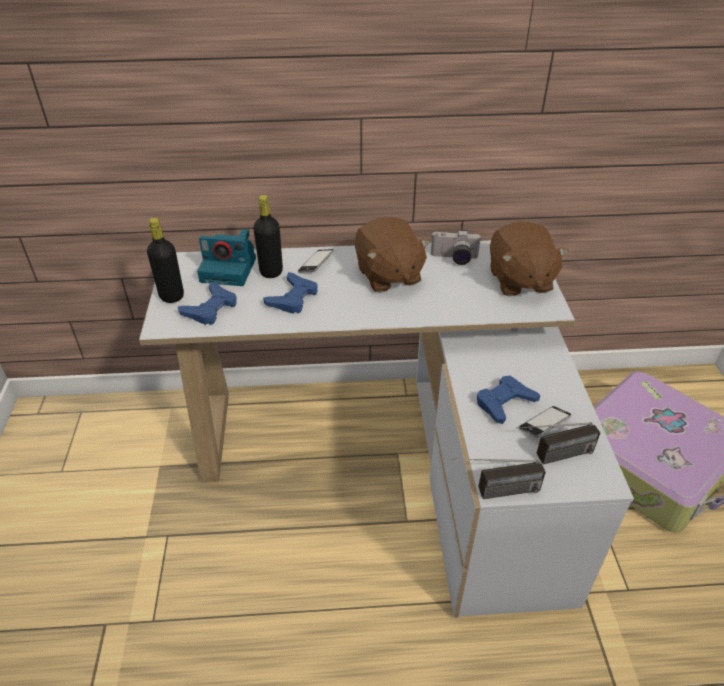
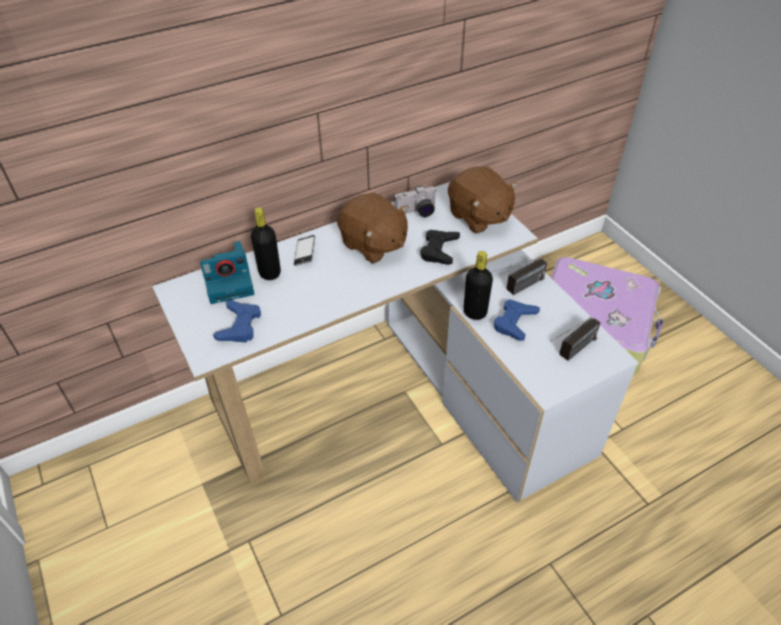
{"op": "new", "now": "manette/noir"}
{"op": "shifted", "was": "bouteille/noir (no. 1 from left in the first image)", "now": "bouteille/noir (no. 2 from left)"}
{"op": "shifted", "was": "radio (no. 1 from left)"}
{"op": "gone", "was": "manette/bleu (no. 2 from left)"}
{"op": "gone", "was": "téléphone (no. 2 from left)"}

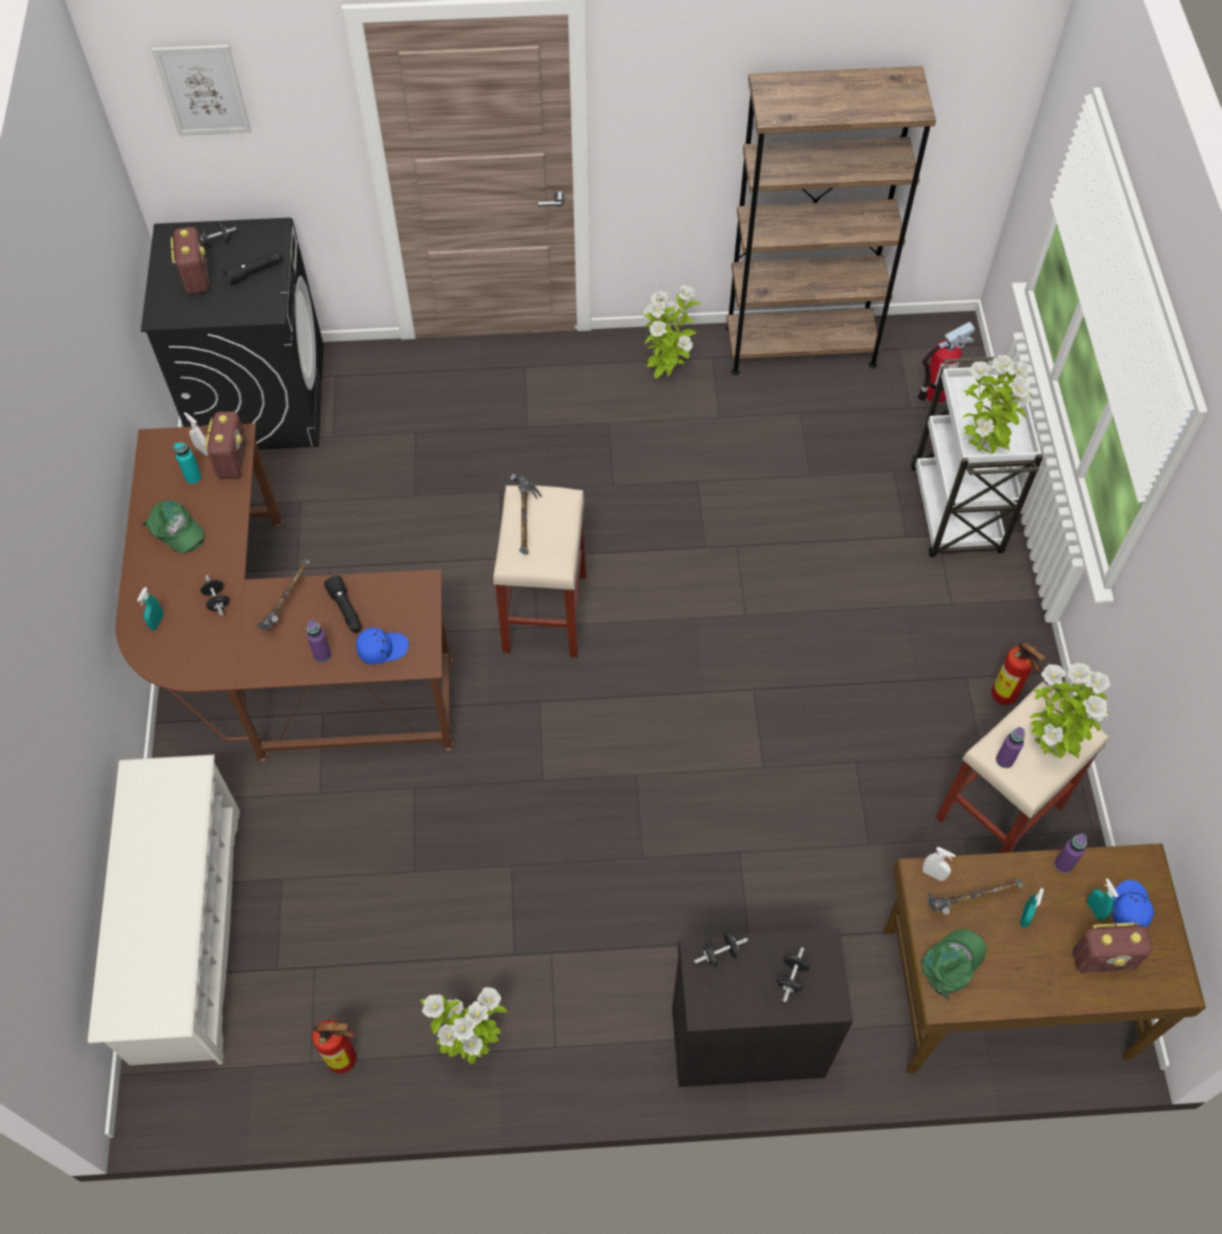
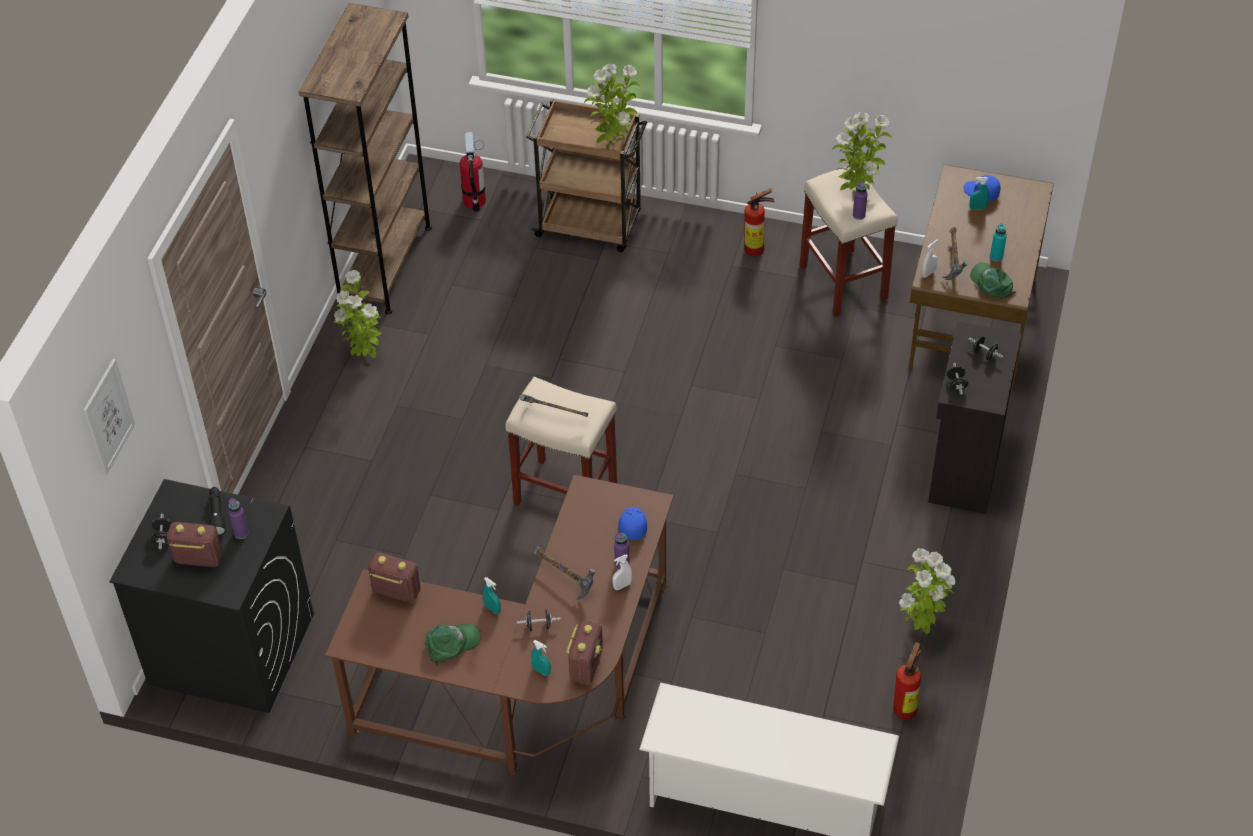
{"op": "shifted", "was": "bouteille/violet (no. 3 from left in the first image)", "now": "bouteille/violet (no. 1 from left)"}
{"op": "shifted", "was": "vaporisateur/turquoise (no. 2 from left in the first image)", "now": "vaporisateur/turquoise (no. 1 from left)"}
{"op": "repainted", "was": "chariot/blanc", "now": "chariot/marron"}
{"op": "shifted", "was": "radio (no. 3 from left)"}
{"op": "shifted", "was": "vaporisateur/blanc (no. 1 from left)"}
{"op": "shifted", "was": "bouteille/turquoise"}
{"op": "gone", "was": "lampe de poche/noir (no. 2 from left)"}

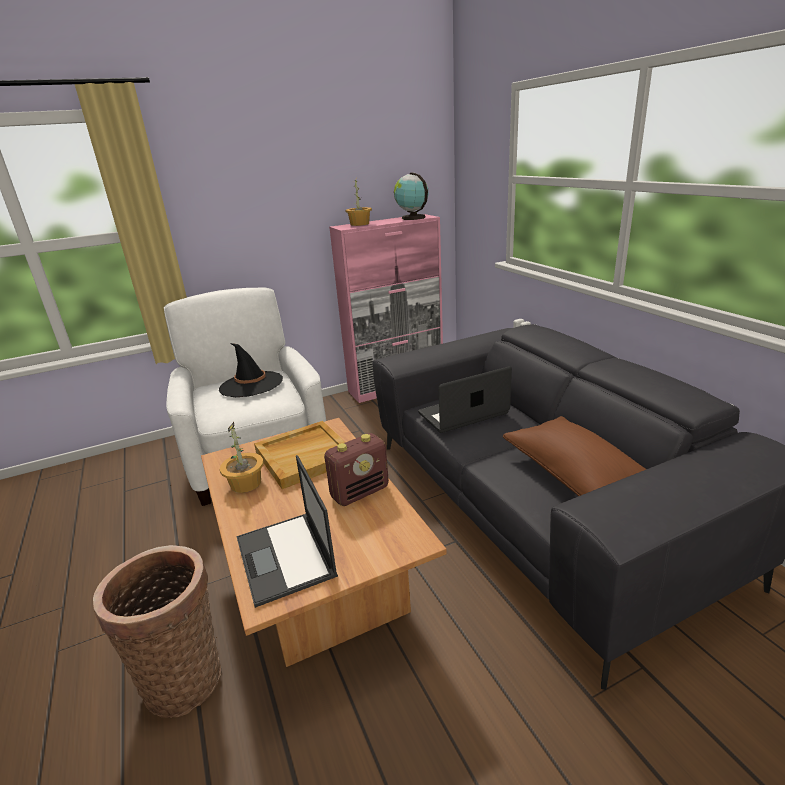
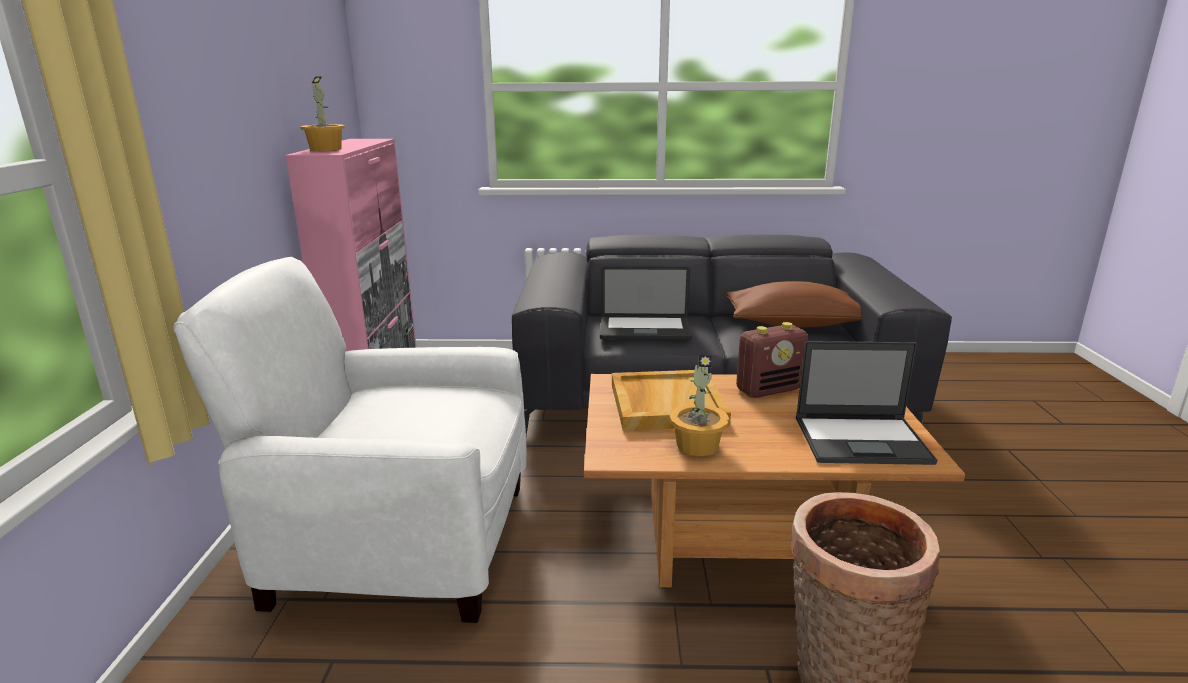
{"op": "rotated", "was": "ordinateur portable (no. 2 from left in the first image)", "clockwise": -90}
{"op": "rotated", "was": "radio", "clockwise": 75}
{"op": "gone", "was": "chapeau/noir"}
{"op": "gone", "was": "globe"}

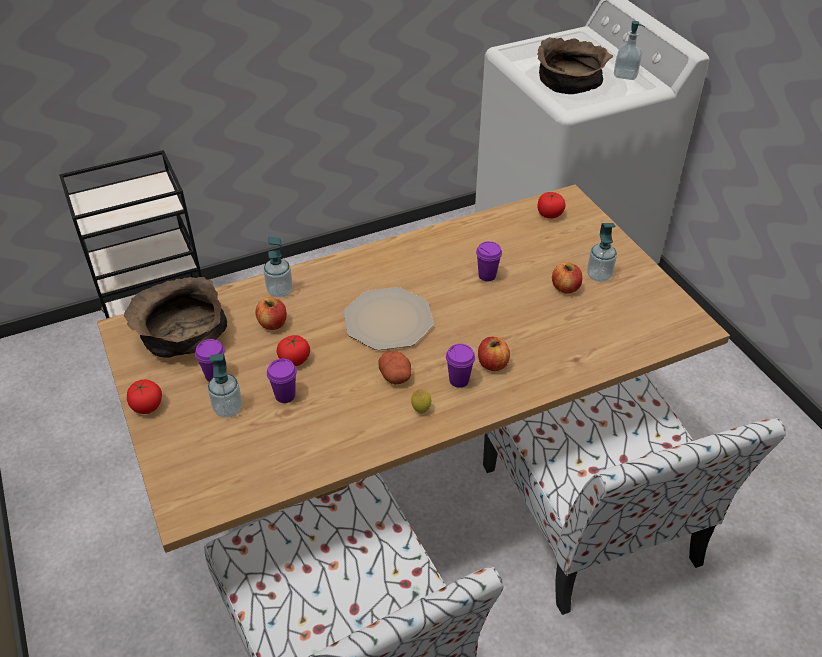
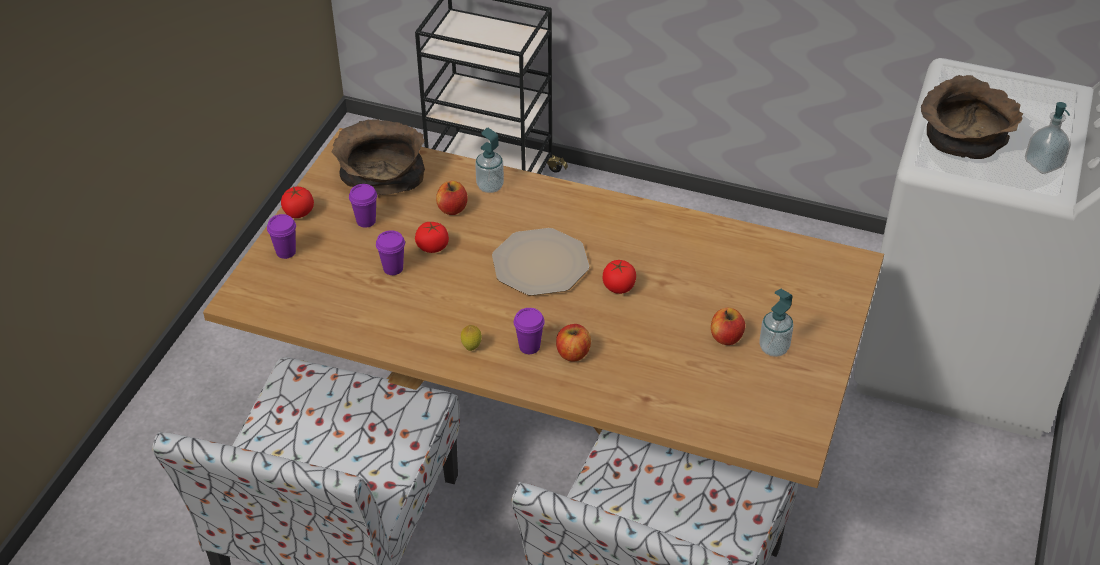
{"op": "shifted", "was": "tasse/violet (no. 4 from left in the first image)", "now": "tasse/violet (no. 1 from left)"}
{"op": "shifted", "was": "tomate (no. 3 from left)"}
{"op": "gone", "was": "distributeur de savon (no. 1 from left)"}
{"op": "gone", "was": "pomme de terre"}

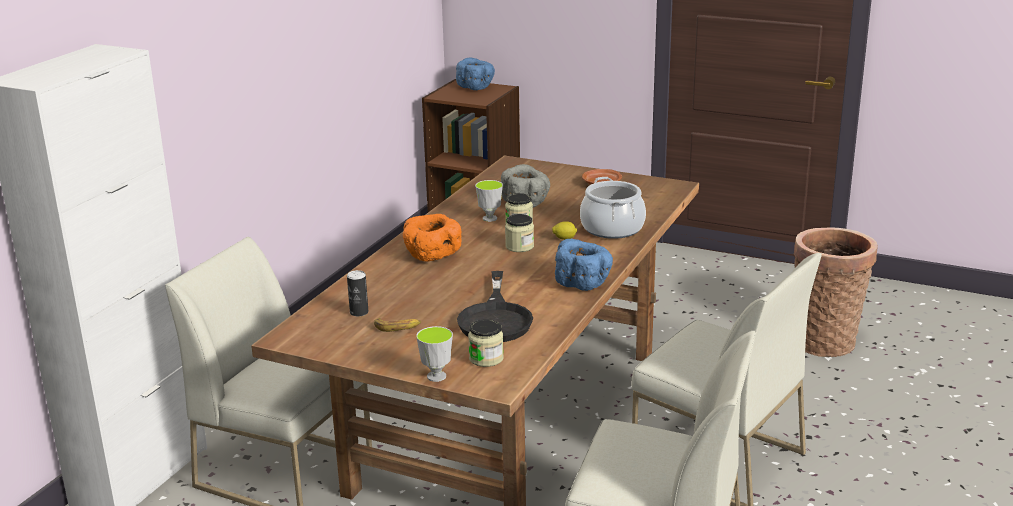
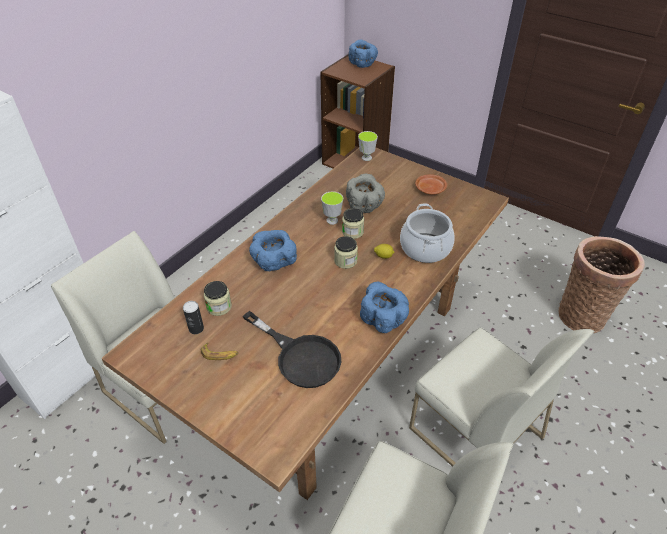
{"op": "shifted", "was": "bocal (no. 1 from left)"}
{"op": "rotated", "was": "poêle/noir", "clockwise": -60}
{"op": "repainted", "was": "bol/orange", "now": "bol/bleu (no. 1 from left)"}
{"op": "shifted", "was": "tasse (no. 1 from left in the first image)", "now": "tasse (no. 2 from left)"}

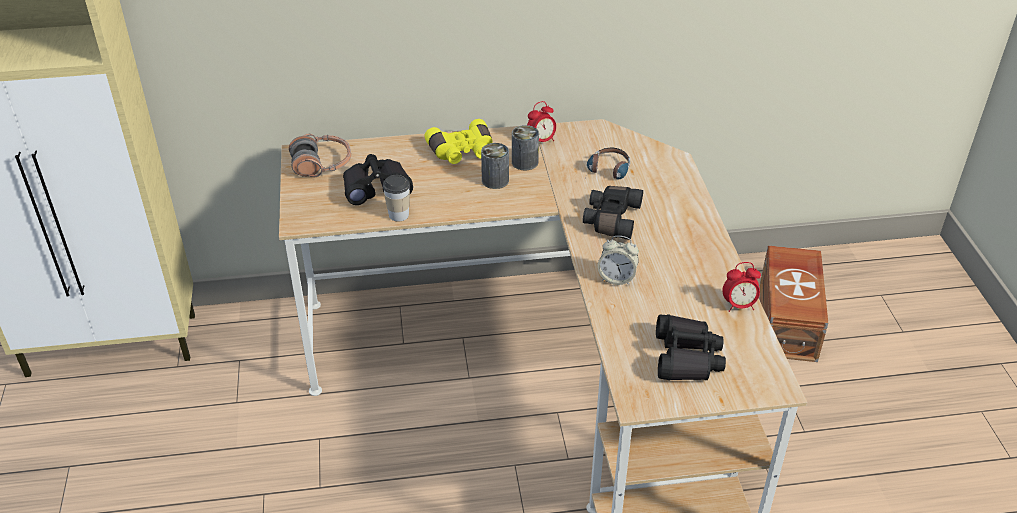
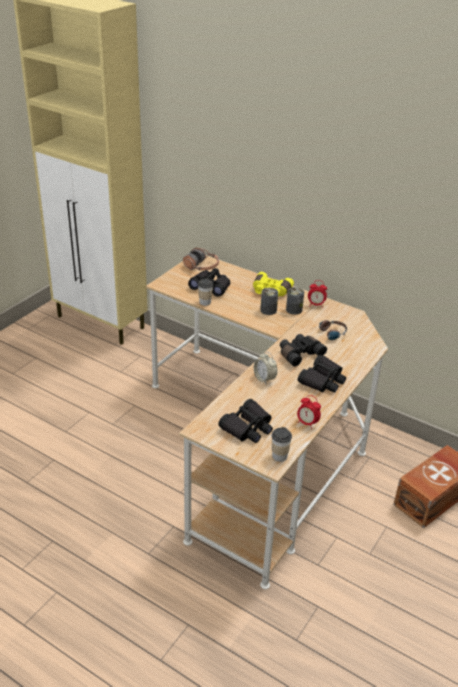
{"op": "new", "now": "tasse (no. 2 from left)"}
{"op": "new", "now": "jumelles/noir (no. 4 from left)"}

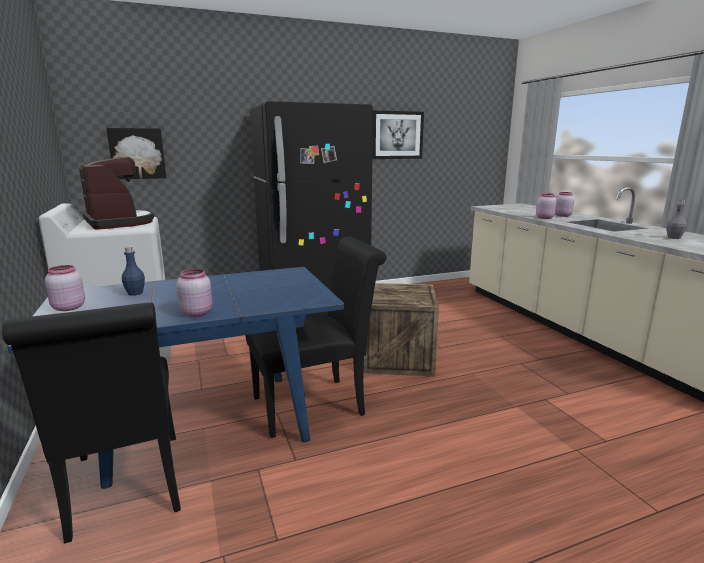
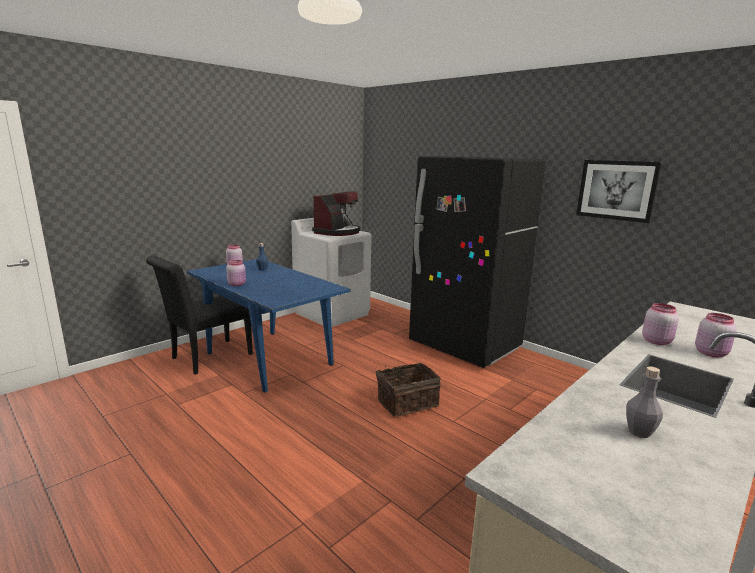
{"op": "swapped", "was": "caisse", "now": "panier"}
{"op": "gone", "was": "tableau (no. 1 from left)"}
{"op": "gone", "was": "chaise/noir (no. 2 from left)"}

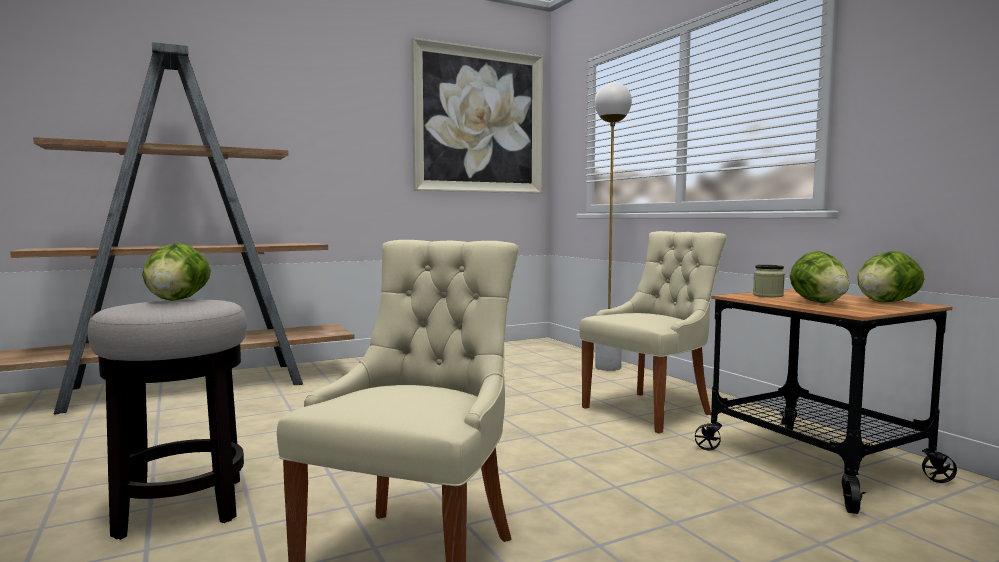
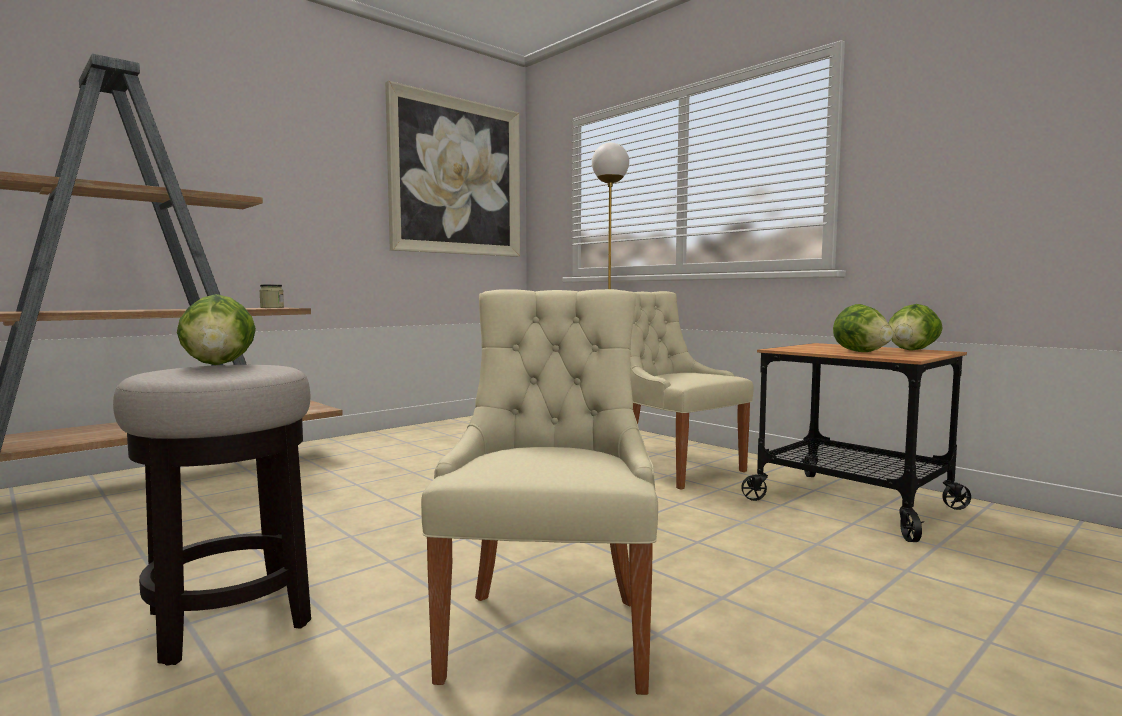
{"op": "shifted", "was": "bocal"}
{"op": "rotated", "was": "chaise/beige (no. 2 from left)", "clockwise": -75}

